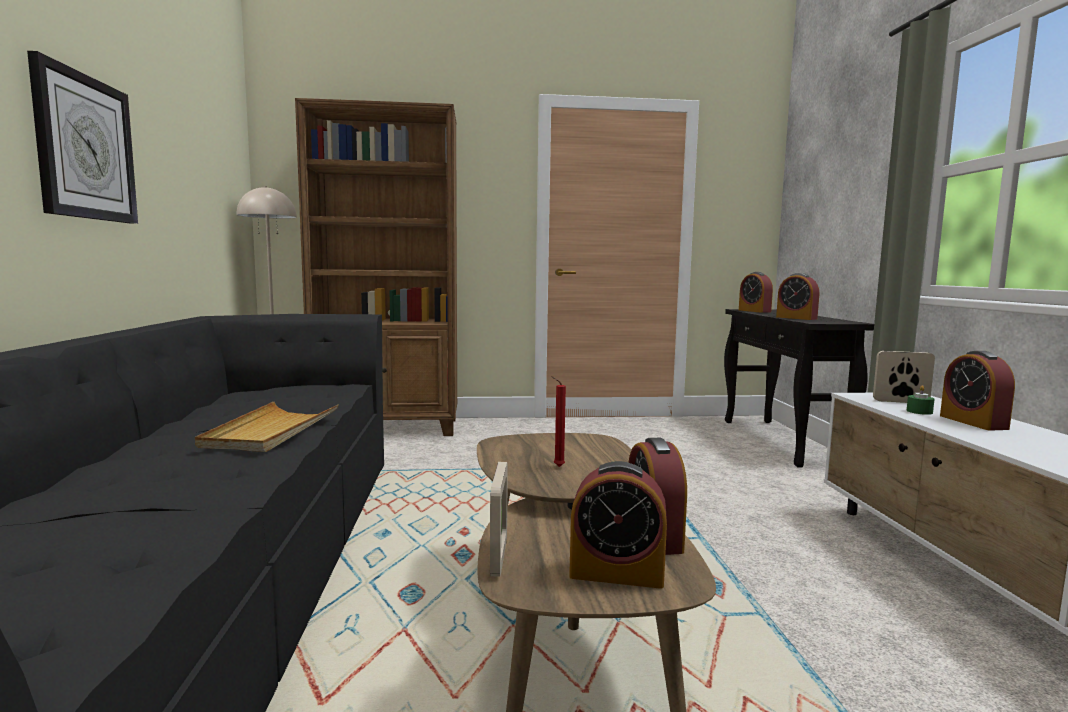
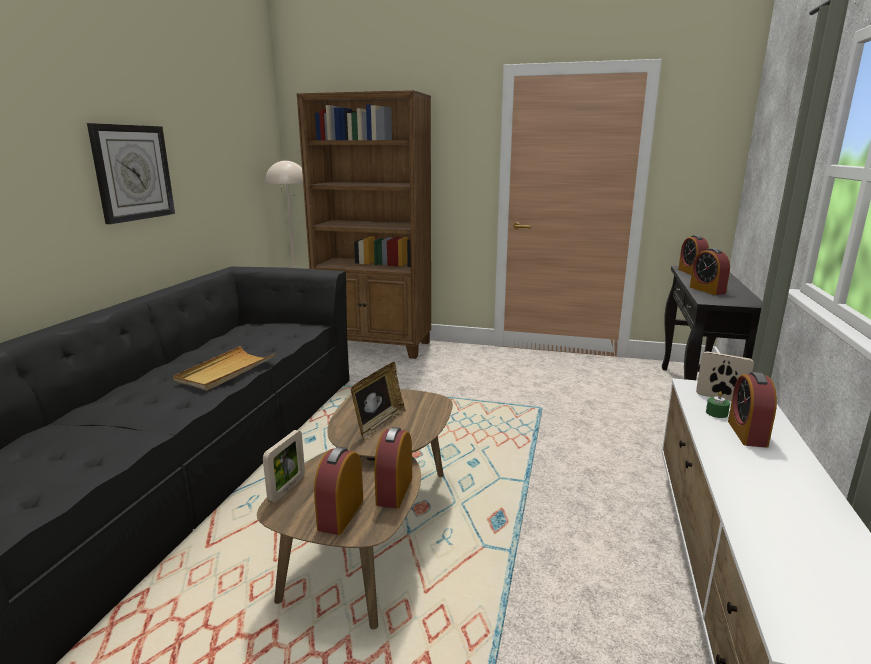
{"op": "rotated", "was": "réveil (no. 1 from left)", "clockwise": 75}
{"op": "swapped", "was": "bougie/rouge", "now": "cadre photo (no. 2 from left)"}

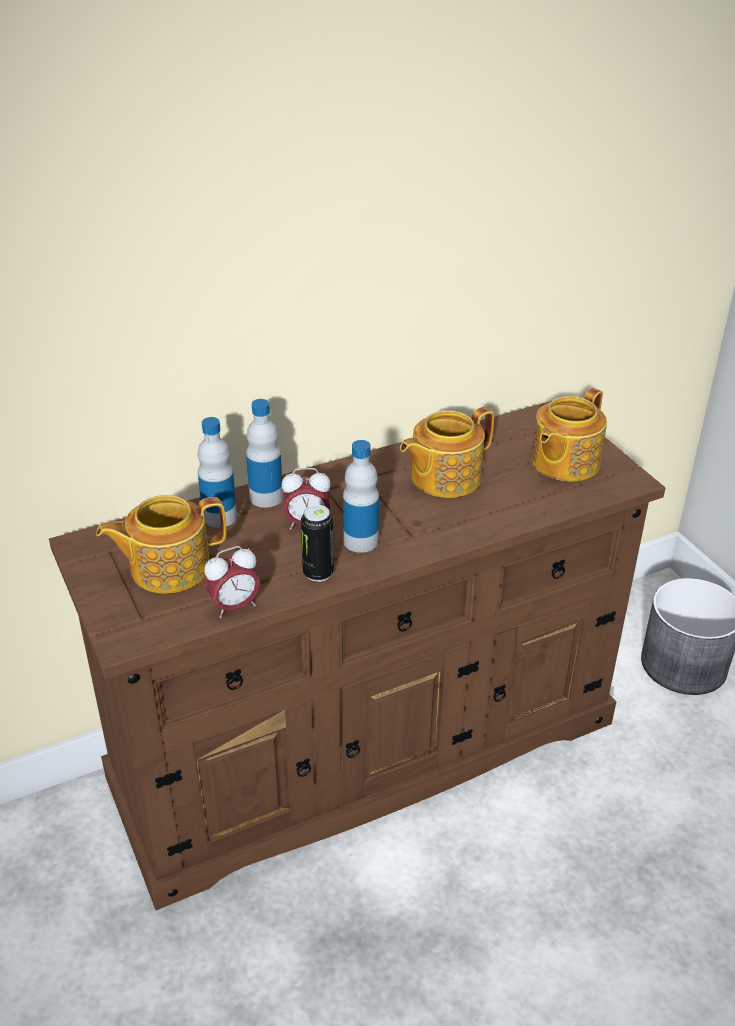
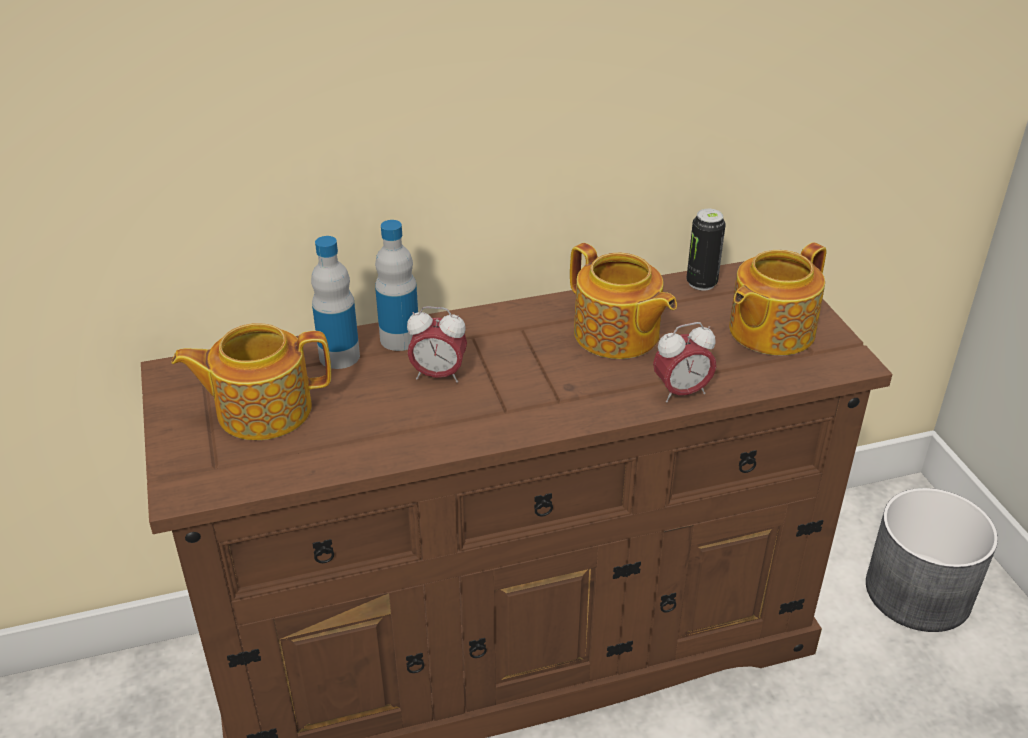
{"op": "rotated", "was": "théière (no. 2 from left)", "clockwise": -105}
{"op": "shifted", "was": "réveil (no. 1 from left in the first image)", "now": "réveil (no. 2 from left)"}
{"op": "shifted", "was": "boîte métallique"}
{"op": "gone", "was": "bouteille (no. 3 from left)"}

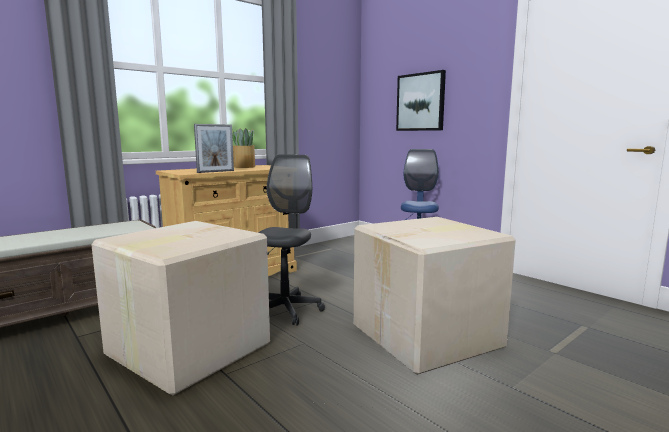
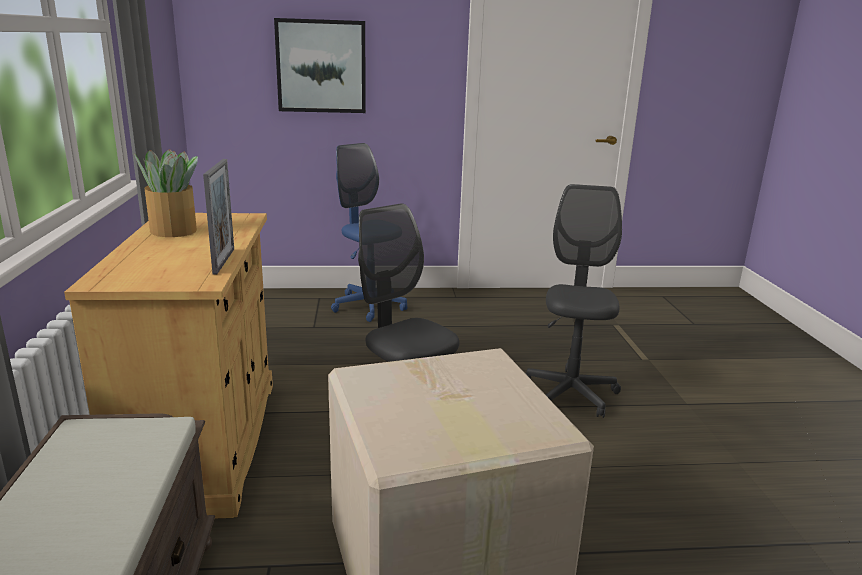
{"op": "swapped", "was": "carton (no. 2 from left)", "now": "chaise de bureau/gris (no. 2 from left)"}

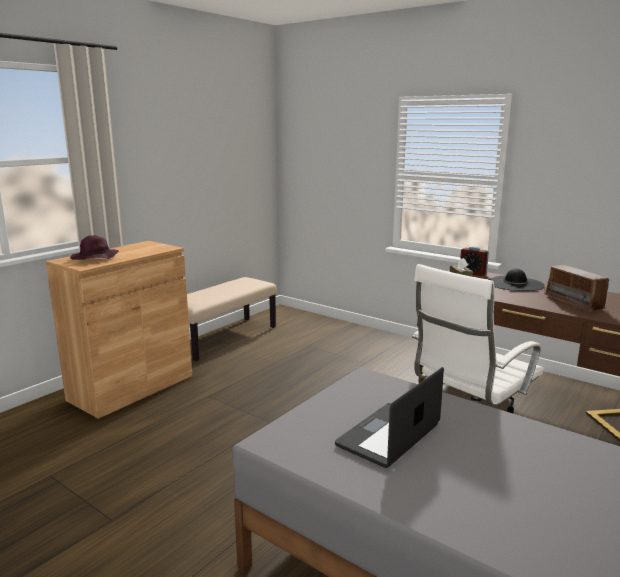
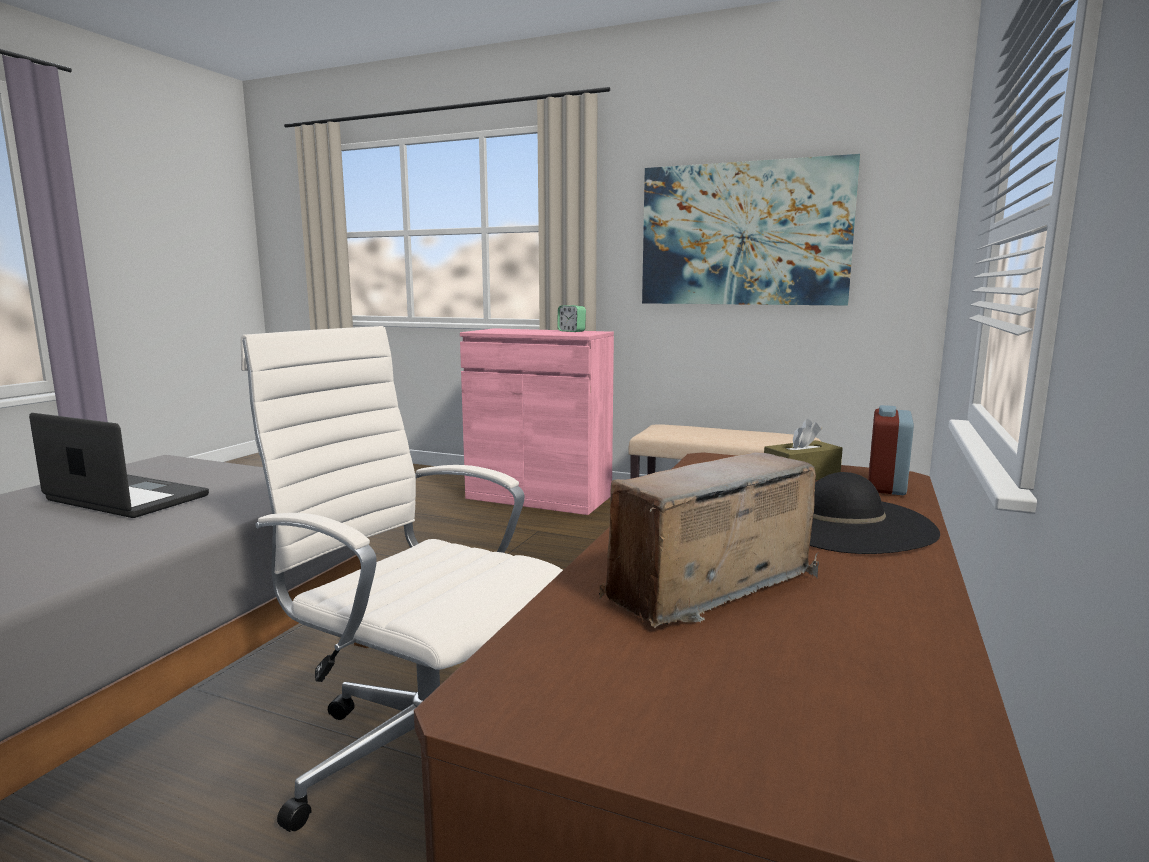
{"op": "repainted", "was": "meuble de rangement/marron", "now": "meuble de rangement/rose"}
{"op": "new", "now": "réveil (no. 1 from left)"}
{"op": "new", "now": "tableau"}
{"op": "gone", "was": "chapeau/violet"}

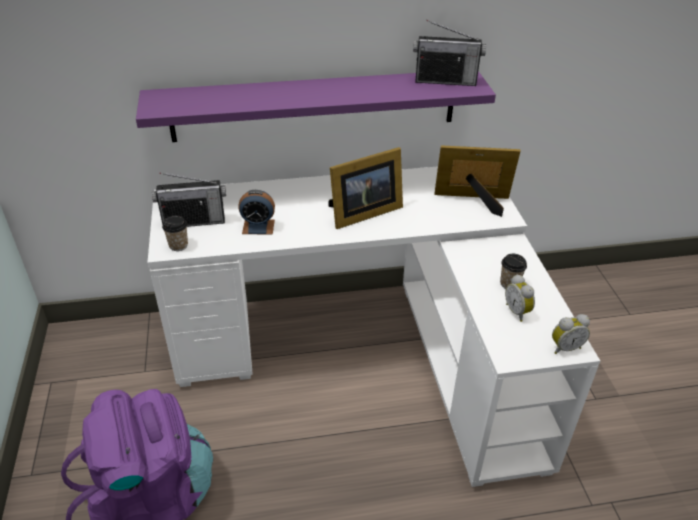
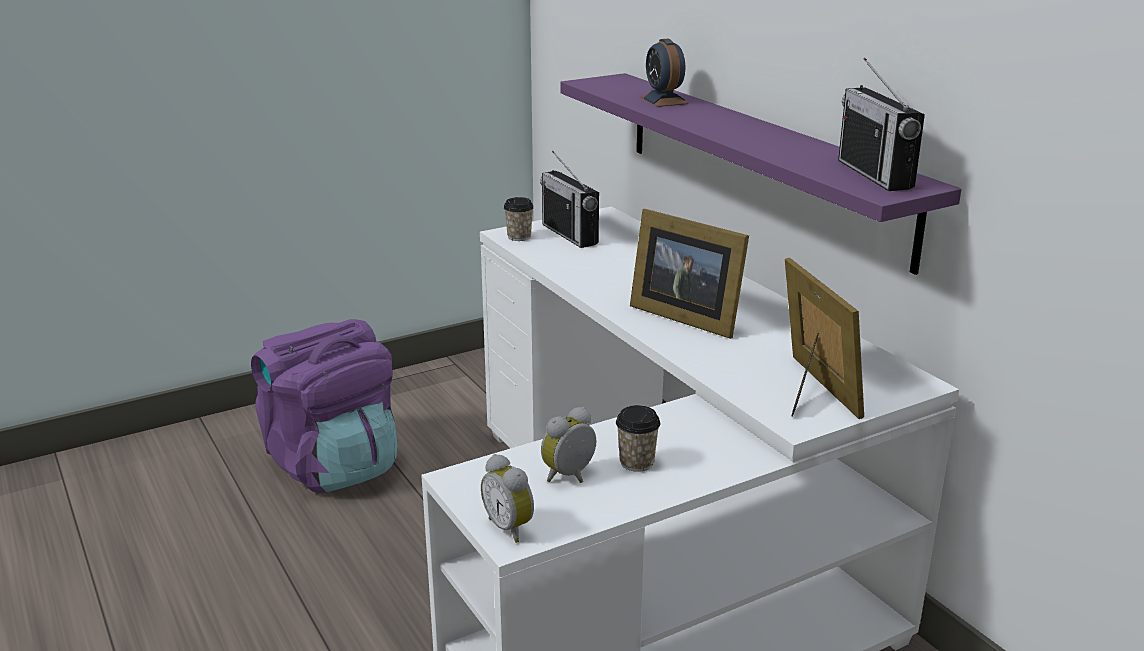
{"op": "shifted", "was": "réveil (no. 1 from left in the first image)", "now": "réveil (no. 3 from left)"}

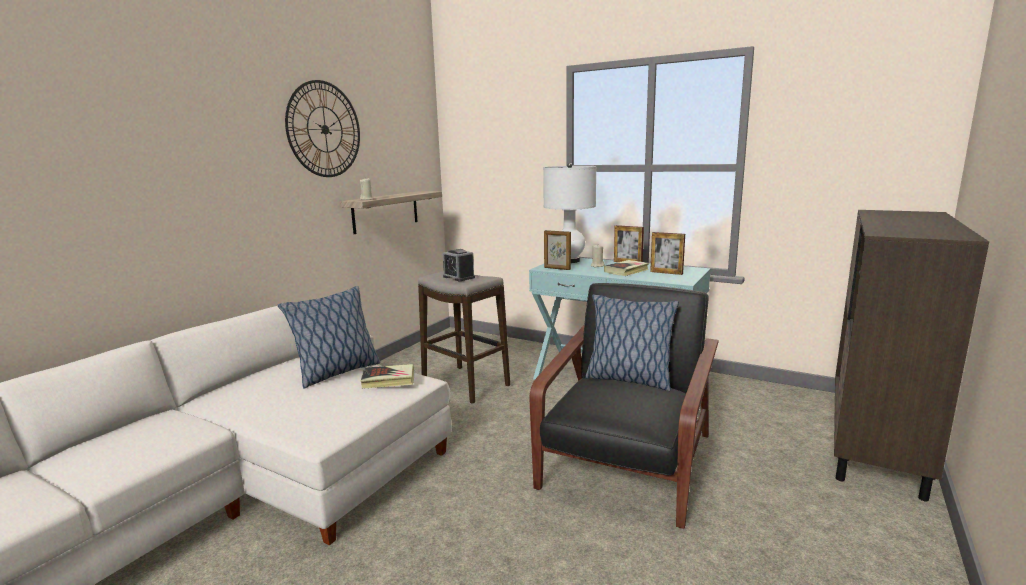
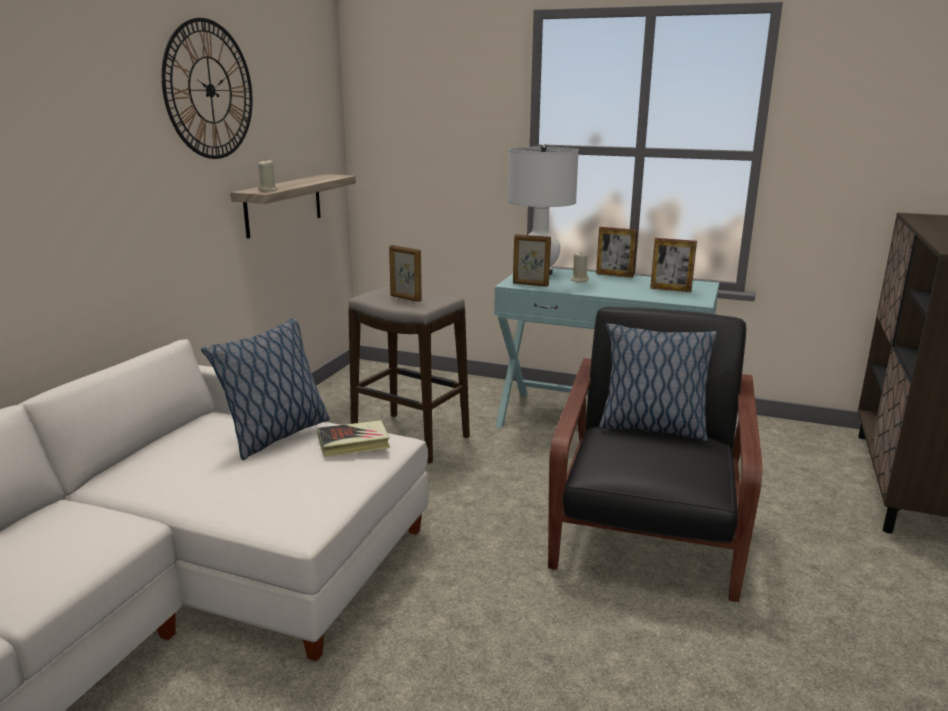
{"op": "swapped", "was": "réveil", "now": "cadre photo (no. 1 from left)"}
{"op": "gone", "was": "livre (no. 2 from left)"}

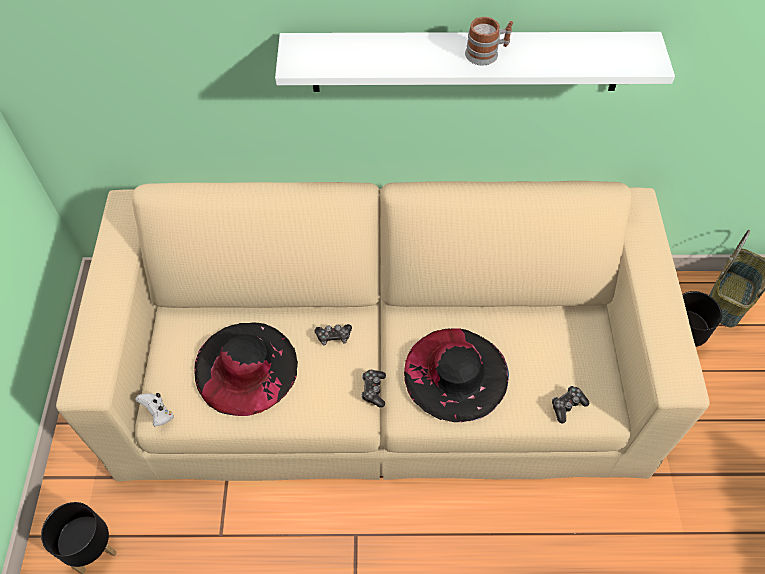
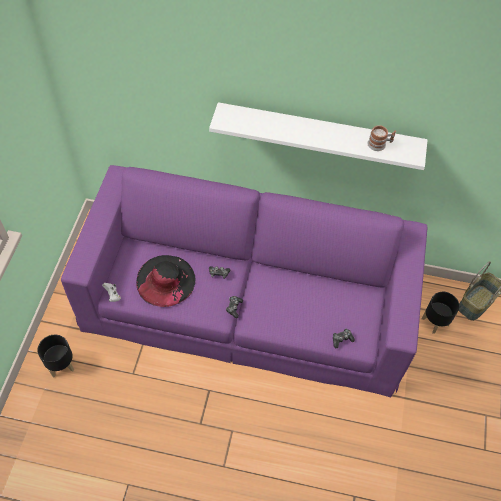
{"op": "repainted", "was": "canapé/beige", "now": "canapé/violet"}
{"op": "shifted", "was": "mug"}
{"op": "gone", "was": "chapeau/noir (no. 2 from left)"}

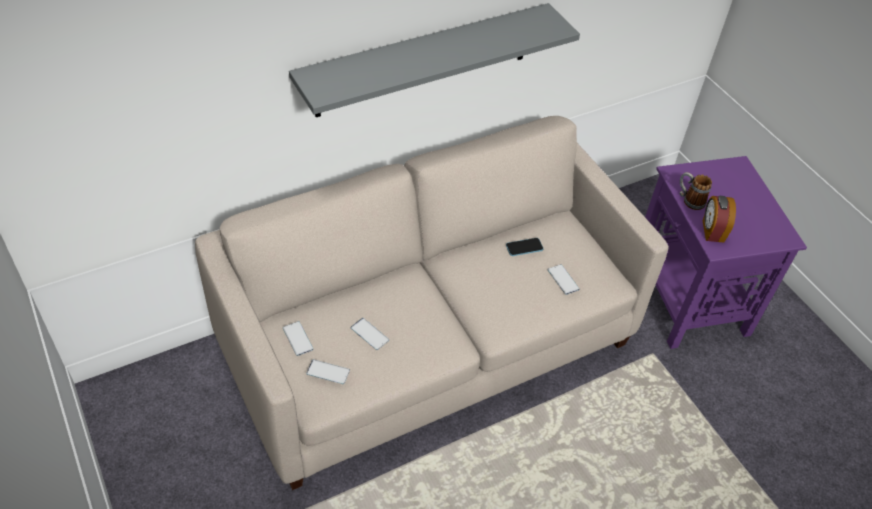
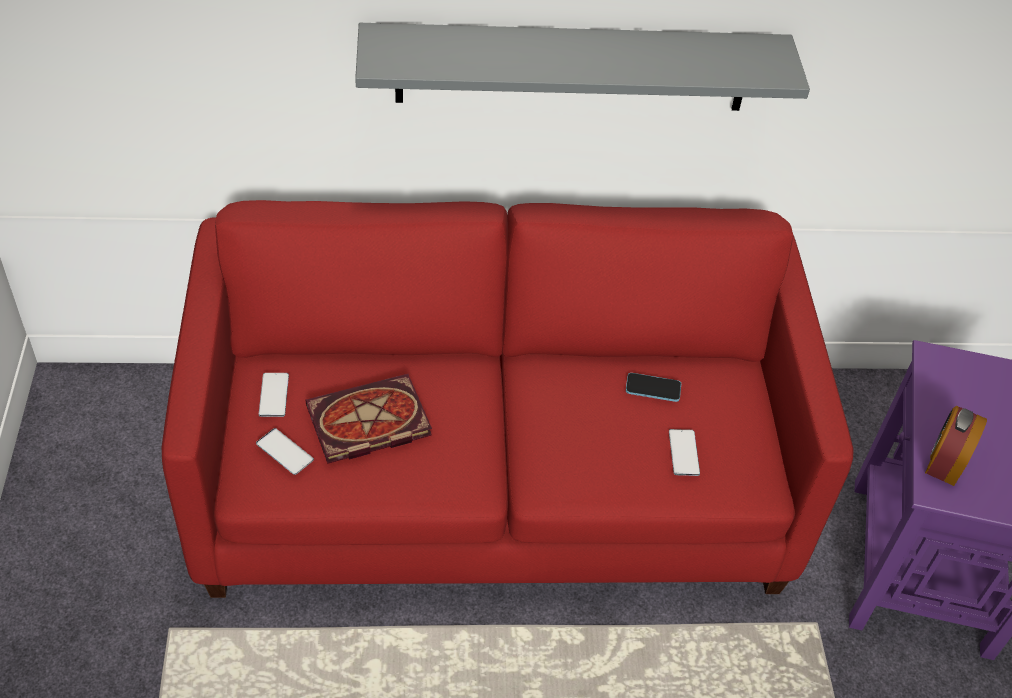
{"op": "repainted", "was": "canapé/beige", "now": "canapé/rouge"}
{"op": "swapped", "was": "téléphone (no. 3 from left)", "now": "livre"}
{"op": "gone", "was": "mug"}

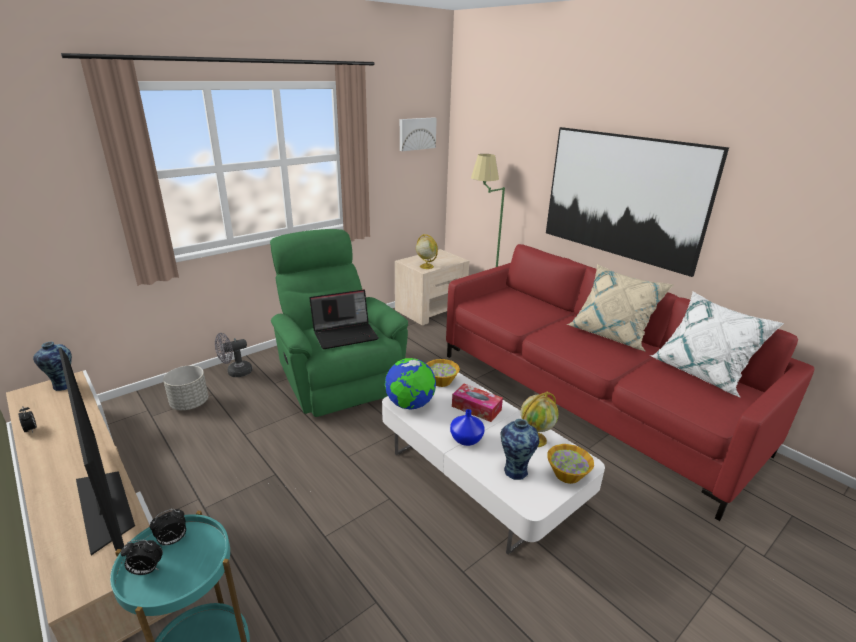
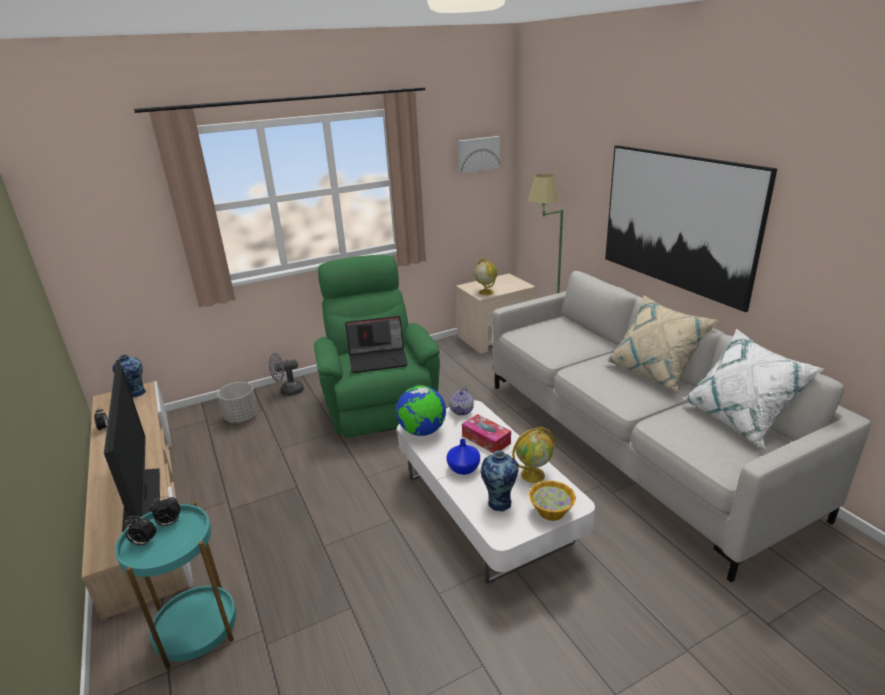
{"op": "swapped", "was": "bol (no. 1 from left)", "now": "théière"}
{"op": "repainted", "was": "canapé/rouge", "now": "canapé/gris"}

